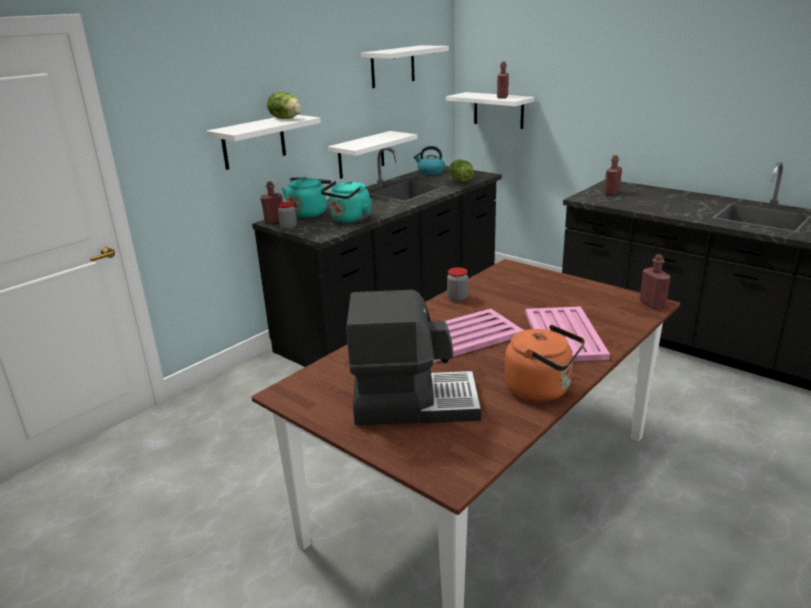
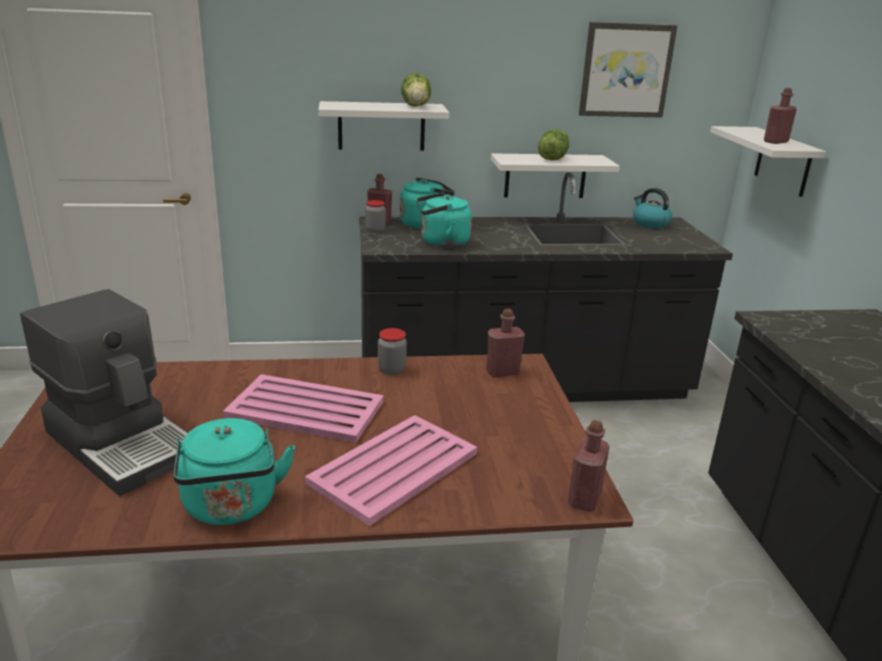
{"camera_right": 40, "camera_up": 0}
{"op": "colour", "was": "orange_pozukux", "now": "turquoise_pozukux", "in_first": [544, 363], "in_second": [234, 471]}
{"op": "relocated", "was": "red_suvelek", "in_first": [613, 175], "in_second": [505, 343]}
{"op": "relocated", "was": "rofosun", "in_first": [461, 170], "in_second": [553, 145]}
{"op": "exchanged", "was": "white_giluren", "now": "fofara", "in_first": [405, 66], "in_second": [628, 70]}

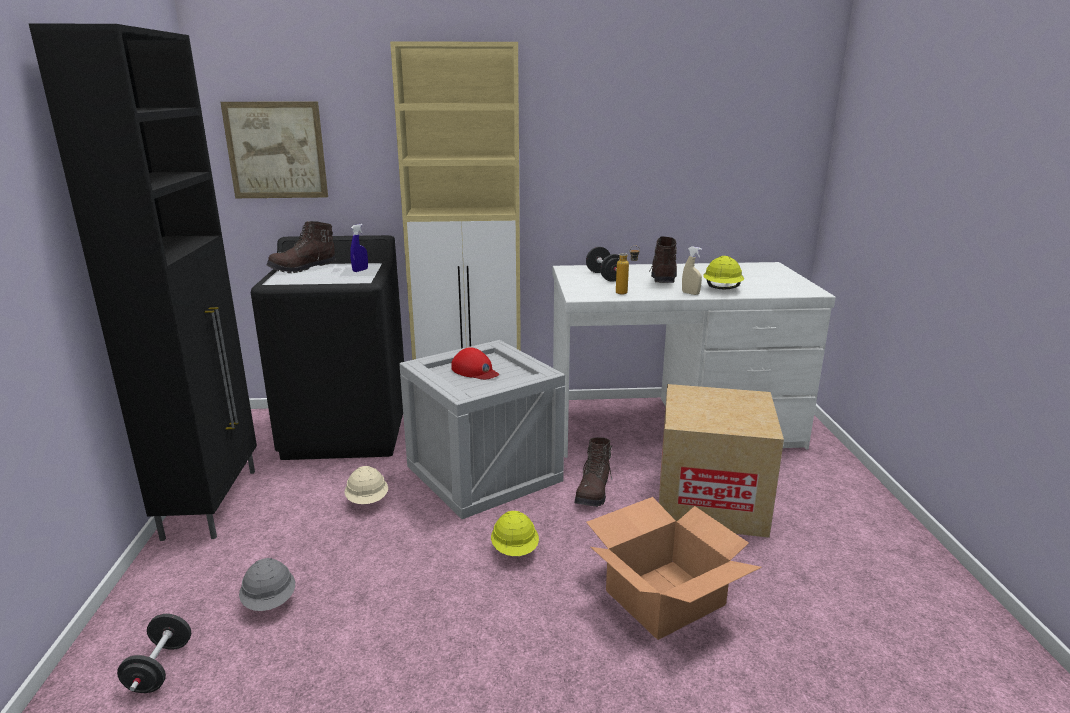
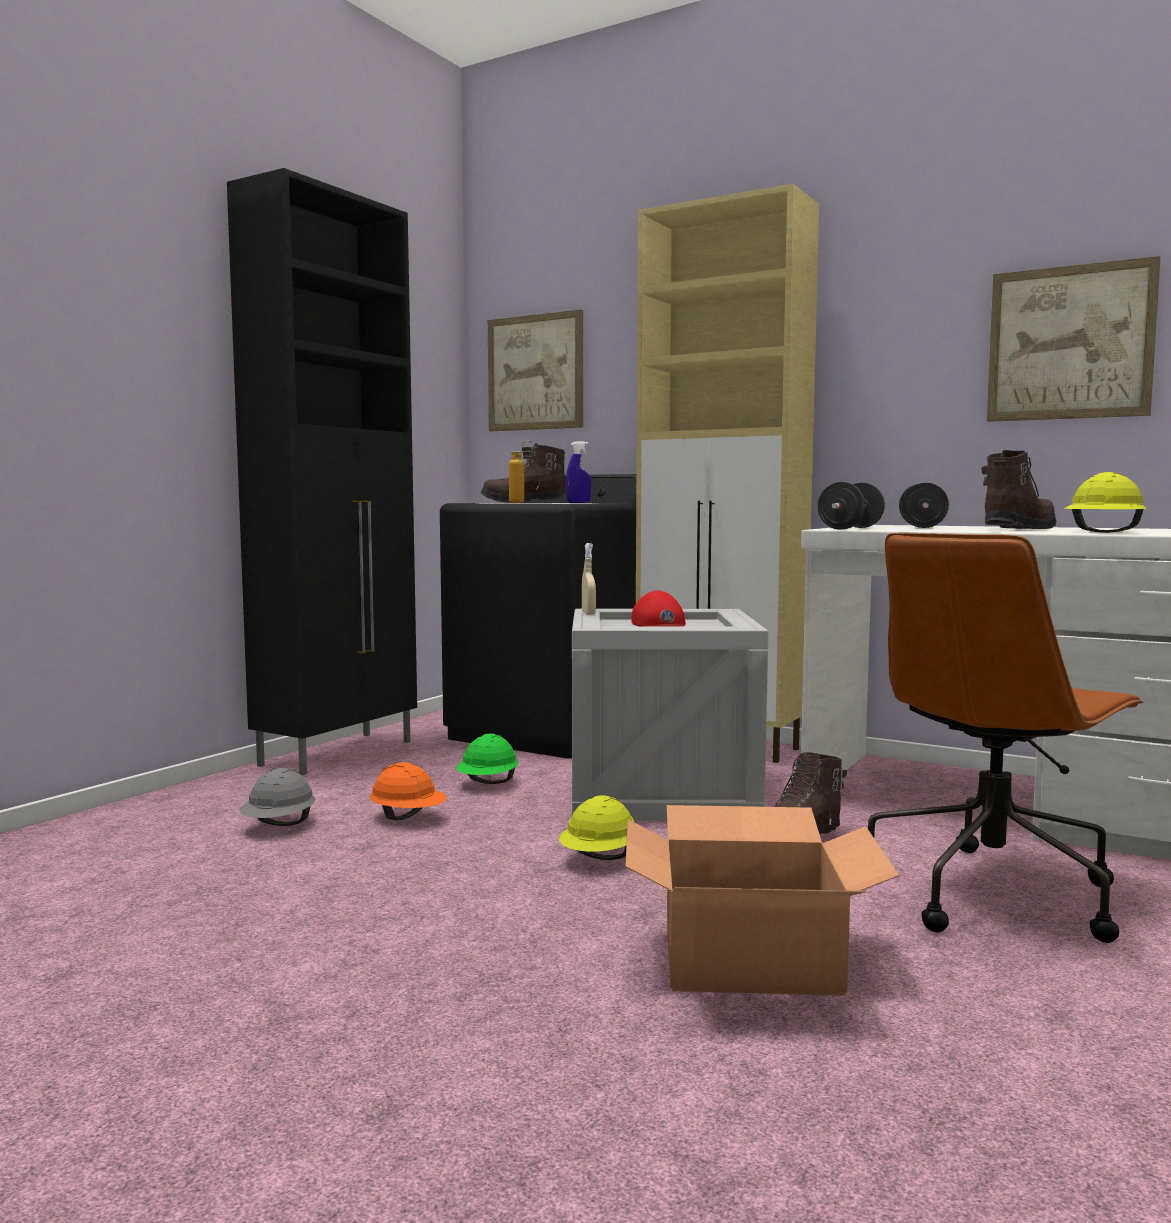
{"camera_right": 35, "camera_up": -15}
{"op": "appeared", "now": "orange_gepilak", "in_second": [408, 791]}
{"op": "colour", "was": "beige_gepilak", "now": "green_gepilak", "in_first": [366, 485], "in_second": [487, 759]}
{"op": "relocated", "was": "suvelek", "in_first": [628, 269], "in_second": [521, 471]}
{"op": "relocated", "was": "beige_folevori", "in_first": [692, 270], "in_second": [589, 579]}
{"op": "relocated", "was": "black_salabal", "in_first": [154, 653], "in_second": [851, 506]}
{"op": "exchanged", "was": "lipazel", "now": "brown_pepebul", "in_first": [721, 461], "in_second": [1005, 738]}
{"op": "appeared", "now": "fofara", "in_second": [1074, 339]}

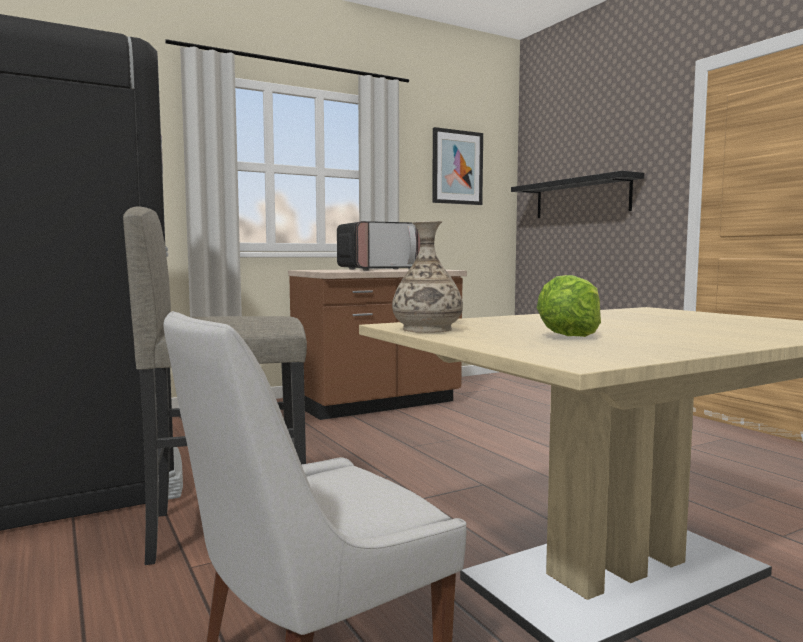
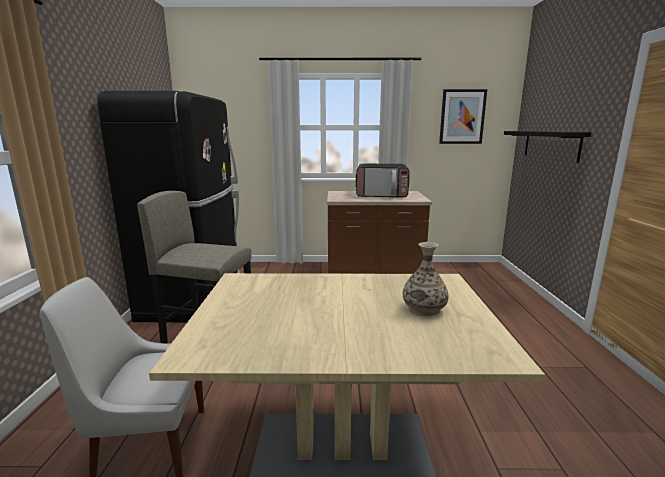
{"camera_right": 30, "camera_up": 10}
{"op": "relocated", "was": "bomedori", "in_first": [427, 277], "in_second": [425, 279]}
{"op": "missing", "was": "rofosun", "in_first": [569, 306]}

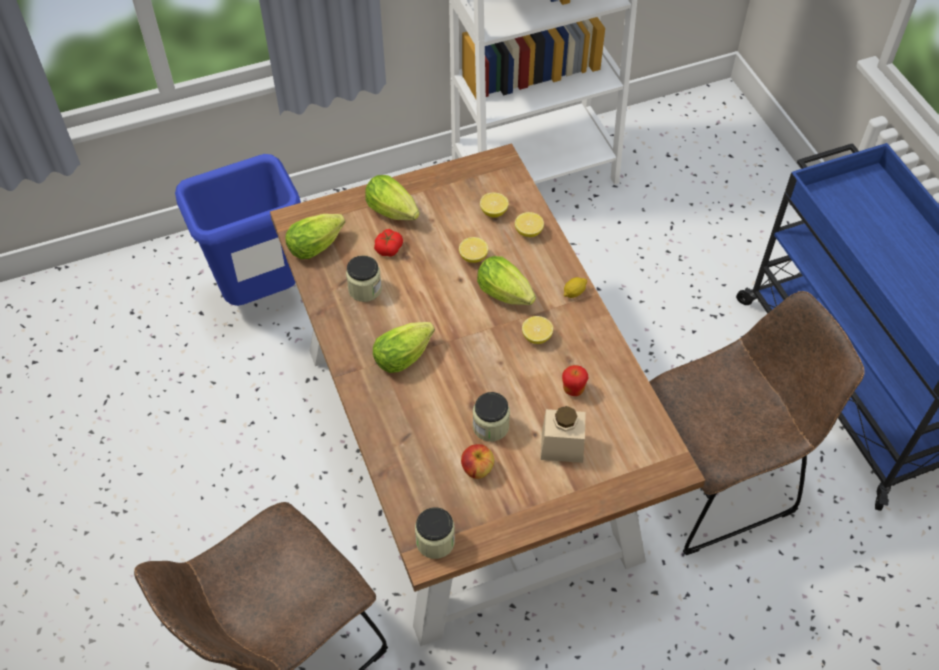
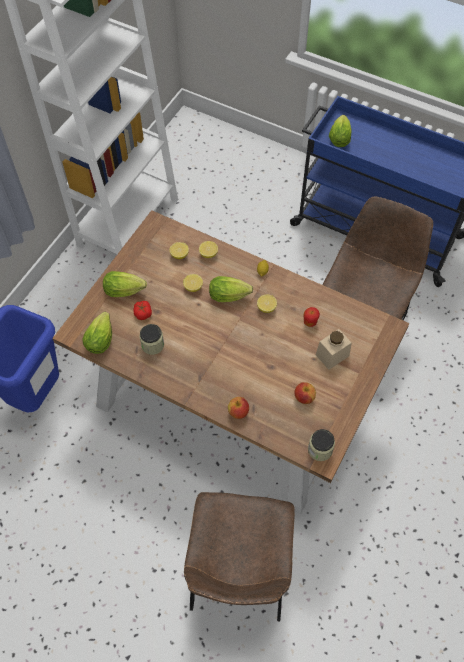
{"camera_right": -40, "camera_up": 5}
{"op": "appeared", "now": "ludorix", "in_second": [238, 408]}
{"op": "relocated", "was": "rofosun", "in_first": [404, 347], "in_second": [340, 131]}
{"op": "missing", "was": "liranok", "in_first": [491, 417]}

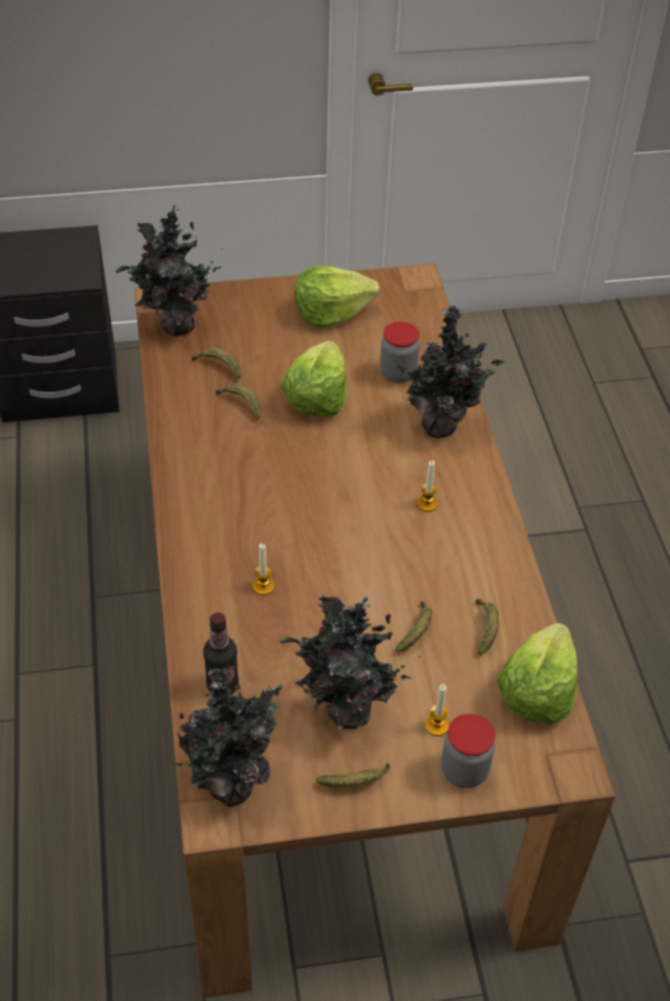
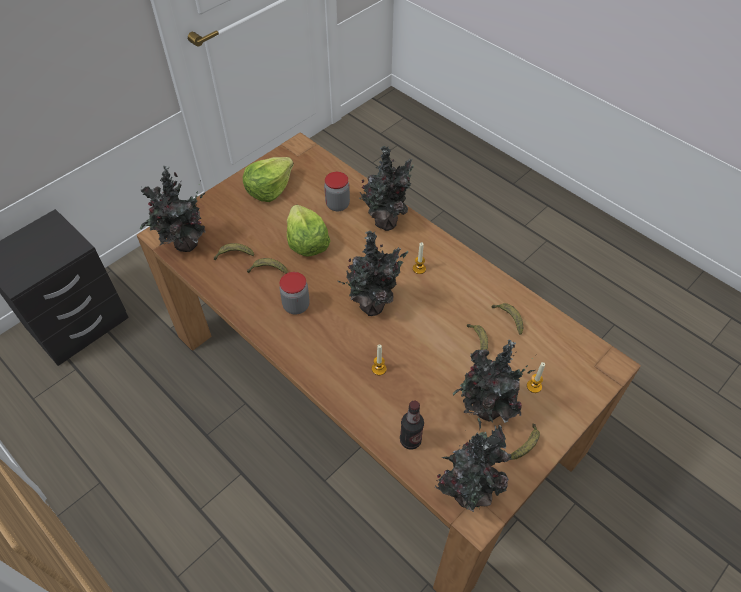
{"camera_right": -35, "camera_up": 5}
{"op": "relocated", "was": "liranok", "in_first": [468, 751], "in_second": [295, 293]}
{"op": "appeared", "now": "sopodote", "in_second": [373, 273]}
{"op": "missing", "was": "rofosun", "in_first": [537, 674]}

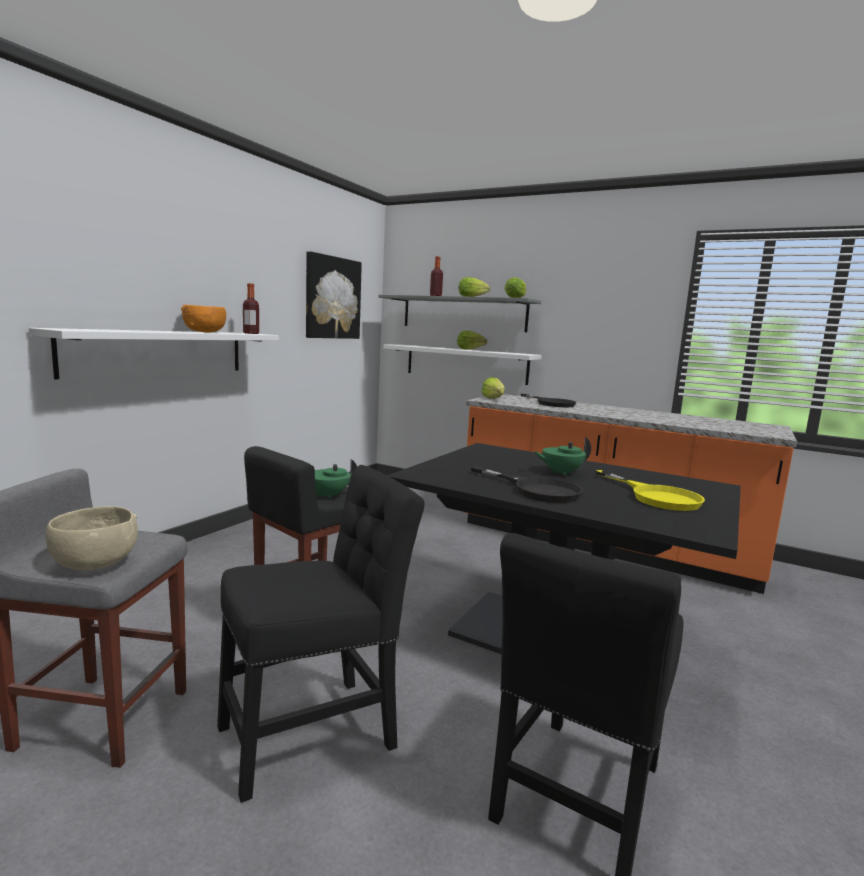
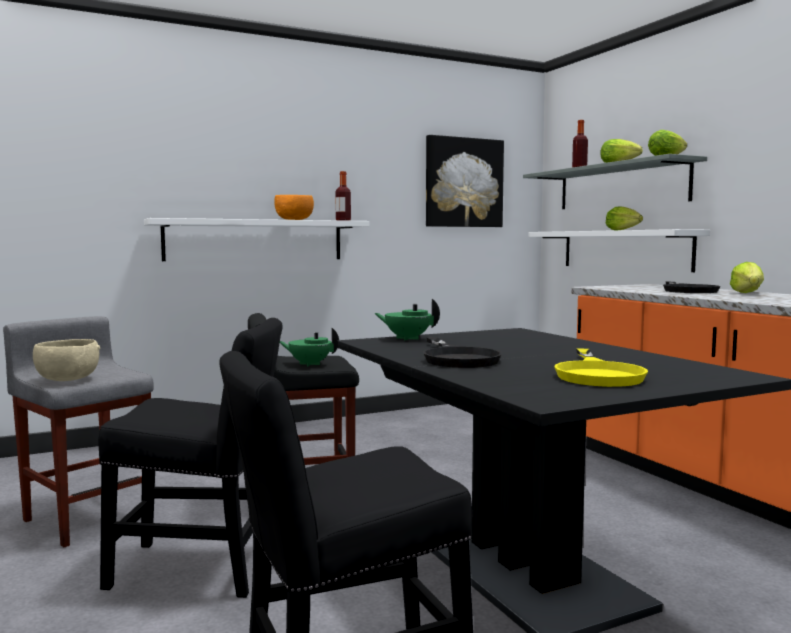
{"camera_right": 35, "camera_up": -5}
{"op": "relocated", "was": "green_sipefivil", "in_first": [562, 456], "in_second": [407, 319]}
{"op": "relocated", "was": "rofosun", "in_first": [493, 388], "in_second": [747, 277]}

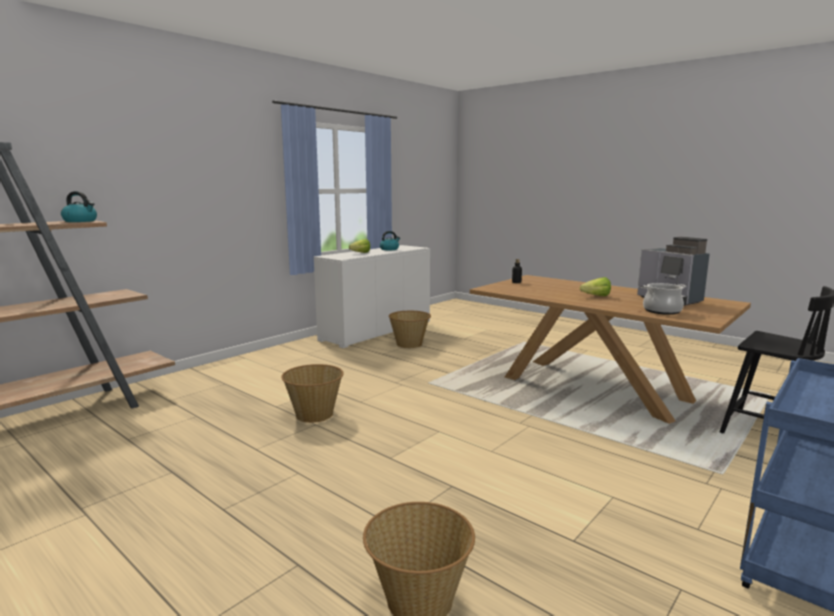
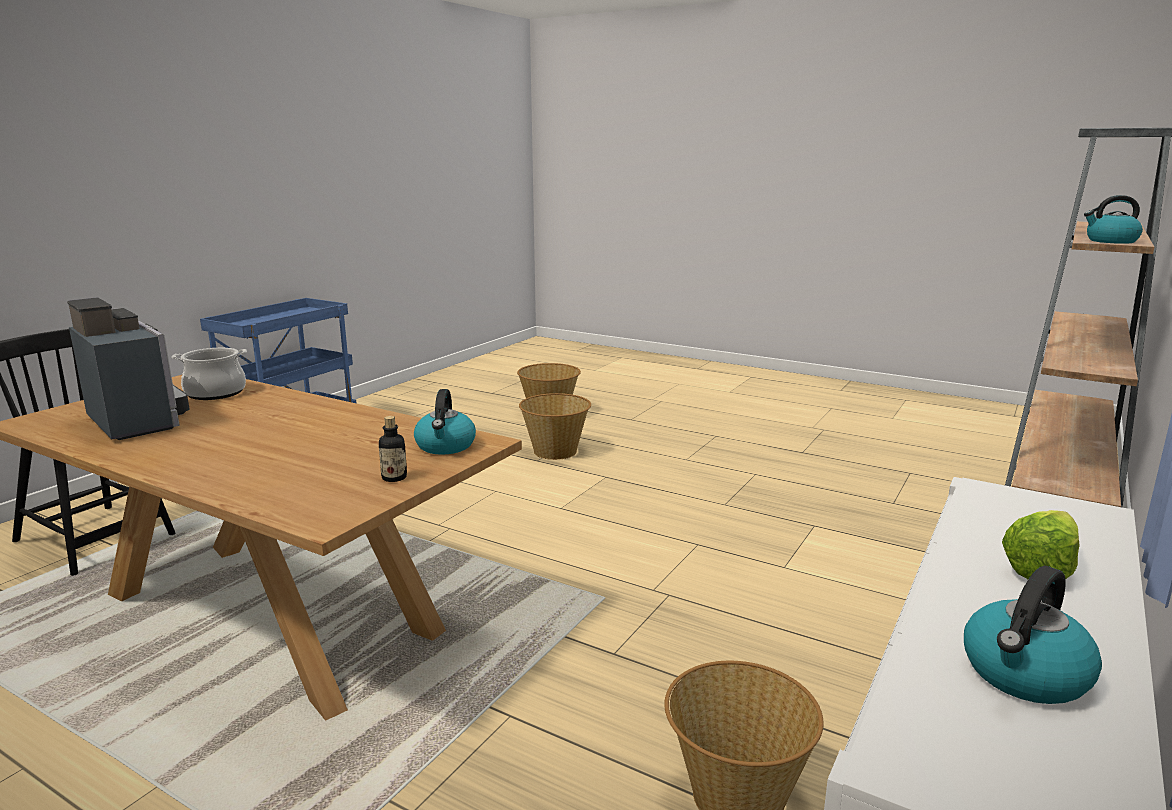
{"camera_right": 170, "camera_up": 5}
{"op": "appeared", "now": "pozukux", "in_second": [445, 422]}
{"op": "relocated", "was": "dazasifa", "in_first": [312, 393], "in_second": [555, 426]}
{"op": "missing", "was": "rofosun", "in_first": [595, 286]}

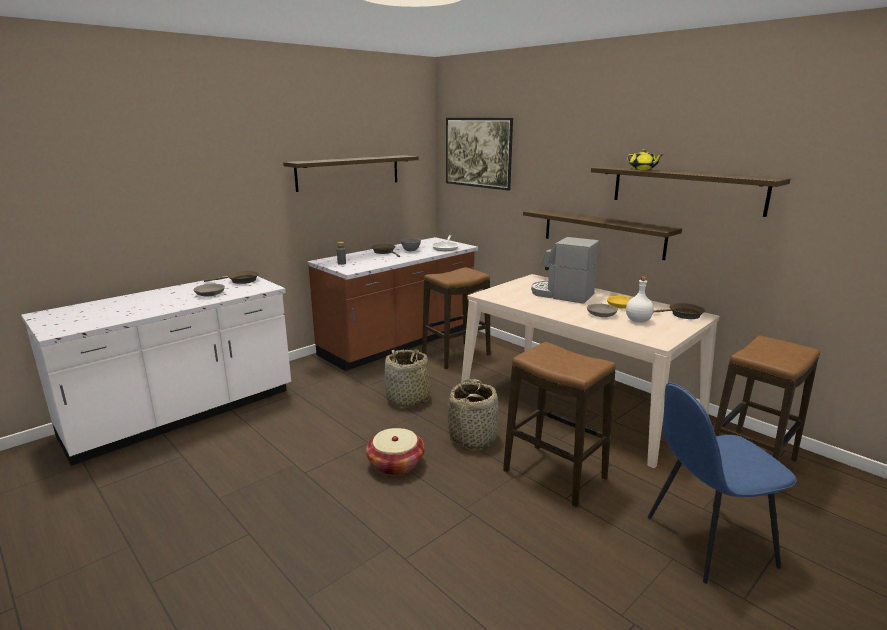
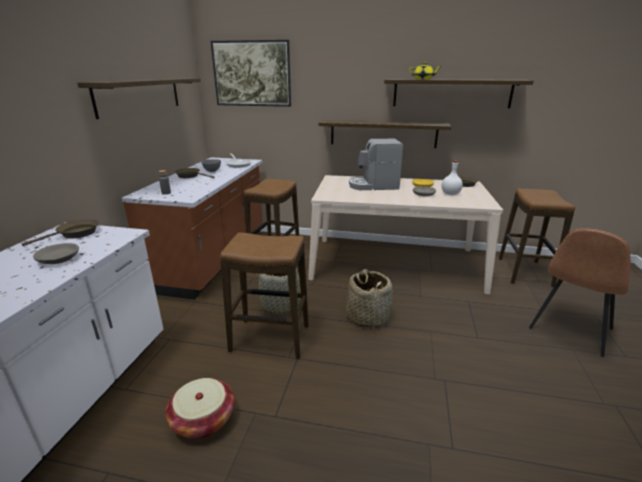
{"camera_right": -35, "camera_up": 5}
{"op": "relocated", "was": "dazasifa", "in_first": [395, 451], "in_second": [200, 408]}
{"op": "relocated", "was": "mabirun", "in_first": [559, 424], "in_second": [264, 295]}
{"op": "colour", "was": "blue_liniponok", "now": "brown_liniponok", "in_first": [722, 483], "in_second": [580, 292]}

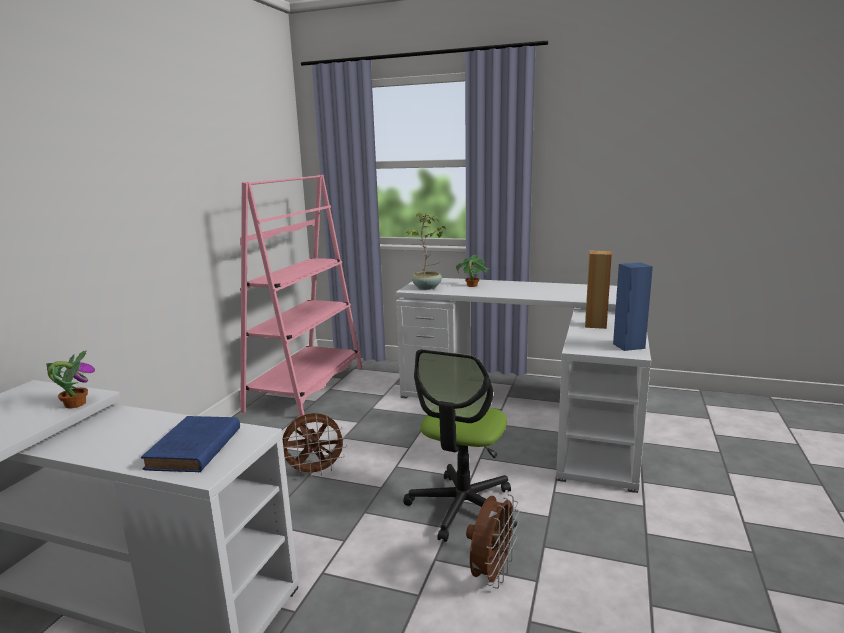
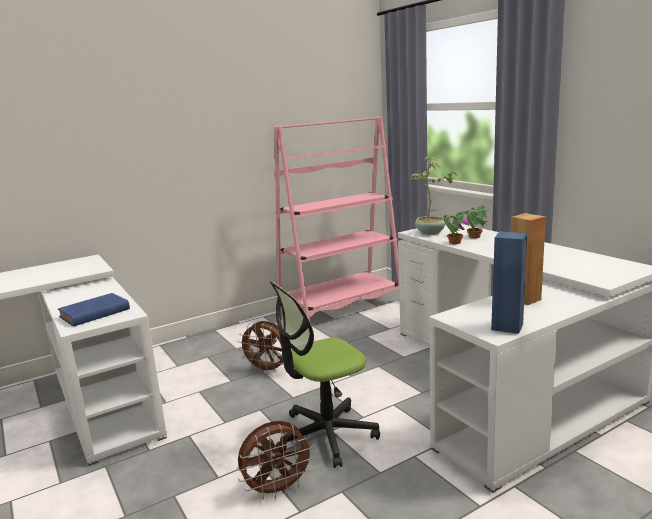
{"camera_right": 40, "camera_up": 0}
{"op": "relocated", "was": "sopodote", "in_first": [70, 379], "in_second": [456, 227]}

